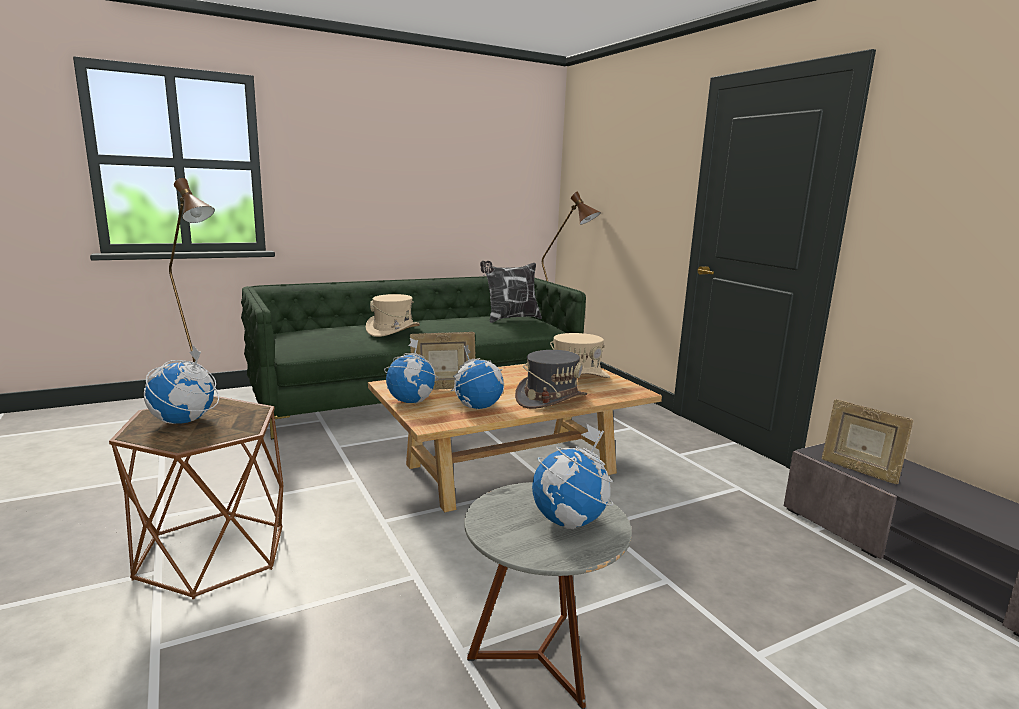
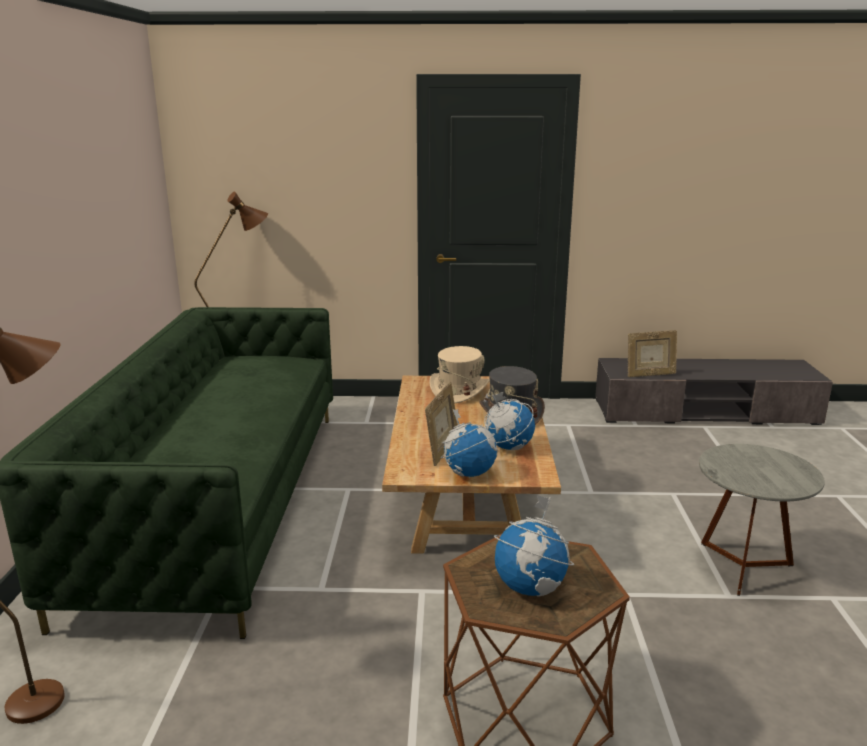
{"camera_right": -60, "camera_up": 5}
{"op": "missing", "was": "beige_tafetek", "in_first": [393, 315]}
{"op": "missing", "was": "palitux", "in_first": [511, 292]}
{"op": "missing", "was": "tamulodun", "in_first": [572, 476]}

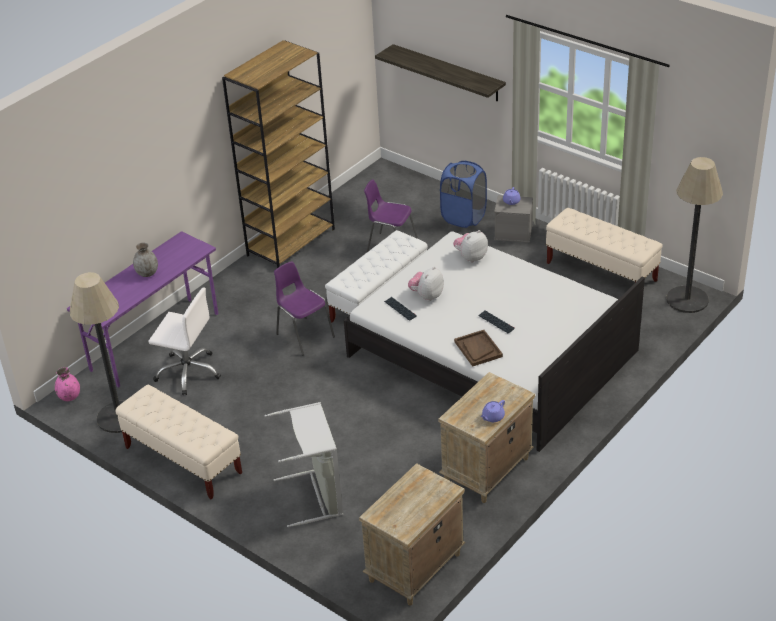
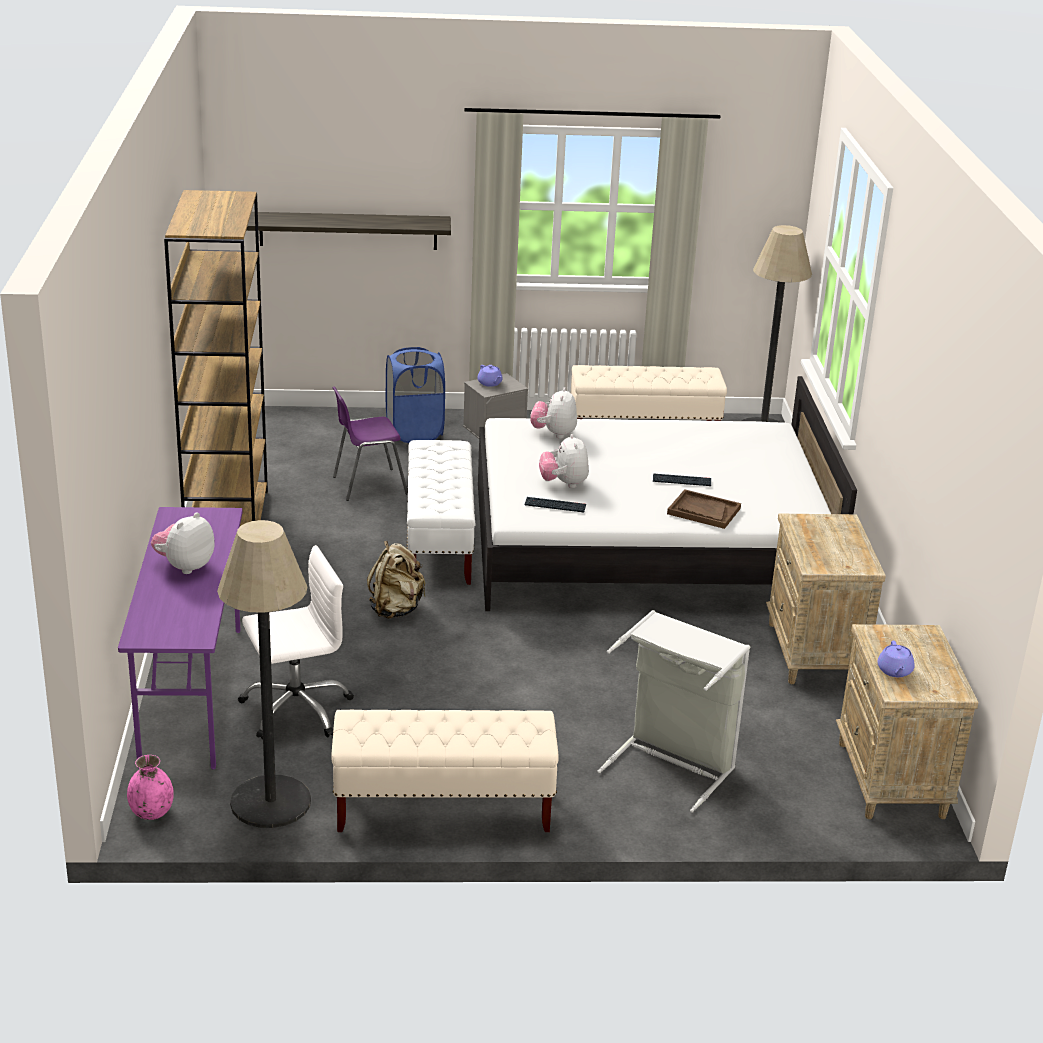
{"camera_right": -45, "camera_up": -10}
{"op": "exchanged", "was": "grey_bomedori", "now": "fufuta", "in_first": [145, 259], "in_second": [182, 543]}
{"op": "exchanged", "was": "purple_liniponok", "now": "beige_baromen", "in_first": [304, 308], "in_second": [396, 580]}
{"op": "relocated", "was": "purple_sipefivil", "in_first": [493, 411], "in_second": [896, 659]}

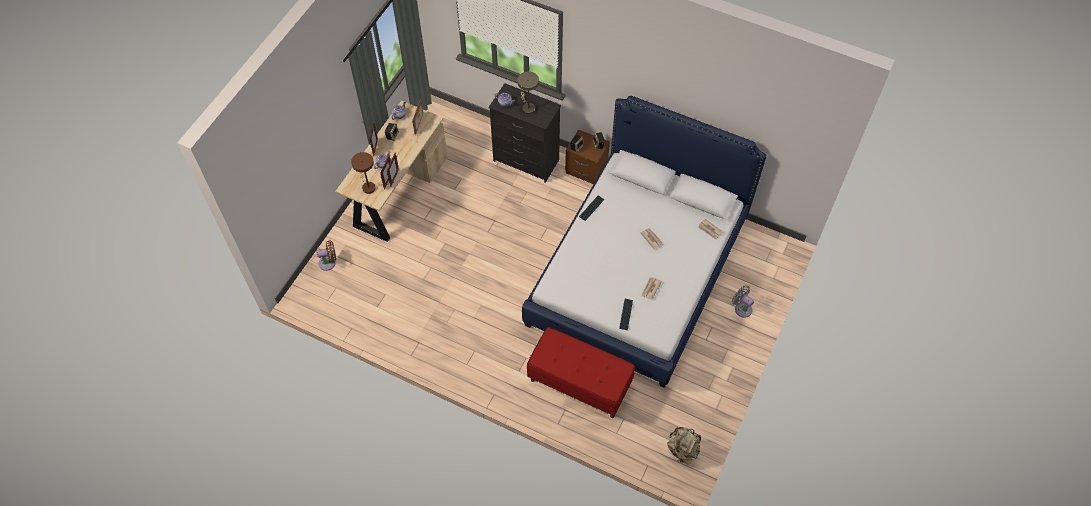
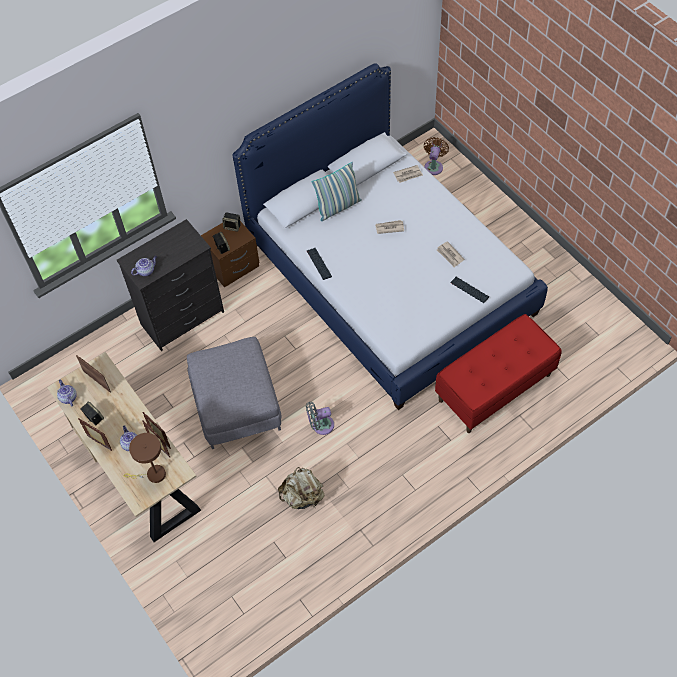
{"camera_right": -60, "camera_up": 0}
{"op": "appeared", "now": "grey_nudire", "in_second": [234, 393]}
{"op": "relocated", "was": "beige_baromen", "in_first": [684, 445], "in_second": [301, 488]}
{"op": "relocated", "was": "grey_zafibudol", "in_first": [743, 301], "in_second": [320, 418]}
{"op": "appeared", "now": "palitux", "in_second": [336, 191]}
{"op": "relocated", "was": "brown_zafibudol", "in_first": [326, 255], "in_second": [436, 156]}
{"op": "missing", "was": "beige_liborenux", "in_first": [528, 93]}

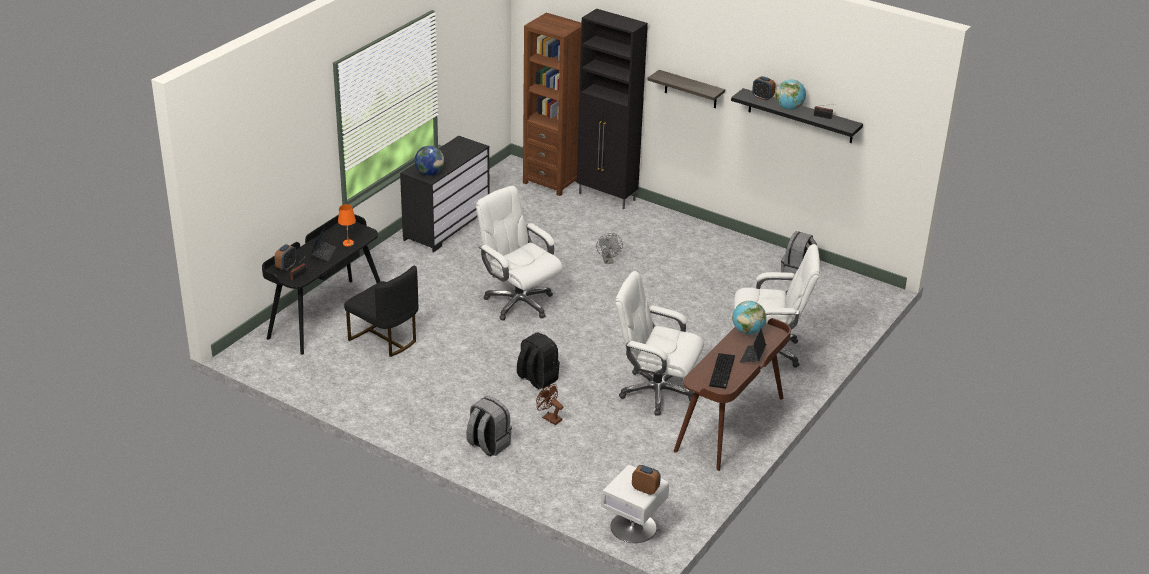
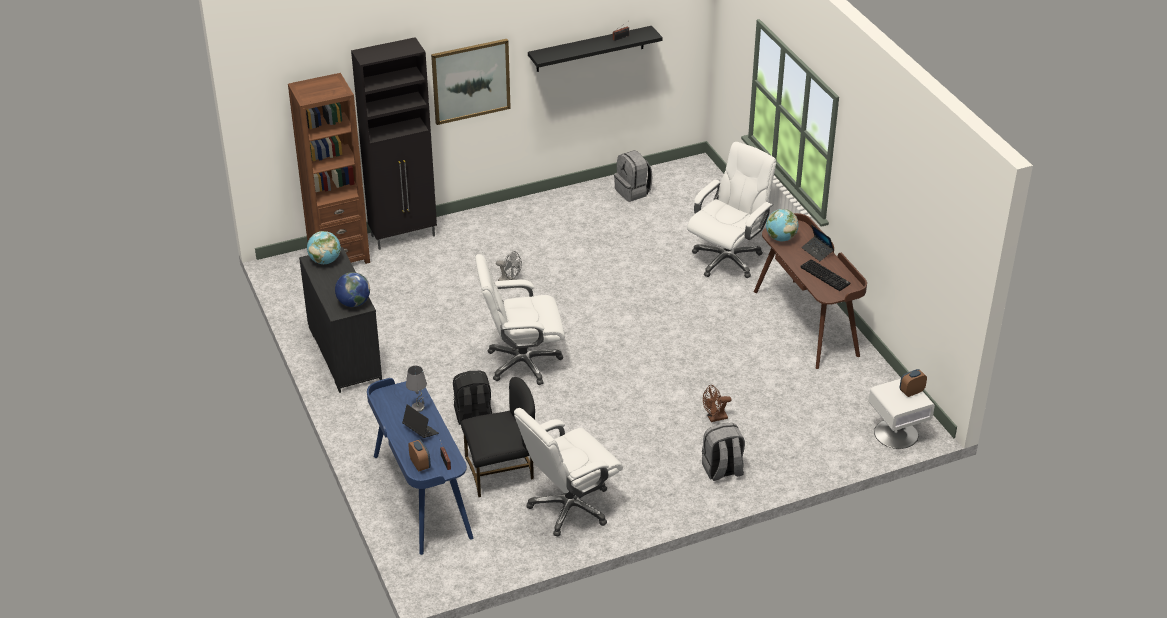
{"camera_right": -55, "camera_up": 5}
{"op": "relocated", "was": "tamulodun", "in_first": [791, 94], "in_second": [324, 247]}
{"op": "colour", "was": "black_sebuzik", "now": "blue_sebuzik", "in_first": [321, 284], "in_second": [420, 466]}
{"op": "colour", "was": "orange_liborenux", "now": "grey_liborenux", "in_first": [347, 225], "in_second": [416, 389]}
{"op": "exchanged", "was": "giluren", "now": "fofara", "in_first": [686, 89], "in_second": [471, 82]}
{"op": "relocated", "was": "black_baromen", "in_first": [538, 360], "in_second": [472, 398]}
{"op": "relocated", "was": "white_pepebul", "in_first": [659, 343], "in_second": [568, 472]}
{"op": "missing", "was": "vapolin", "in_first": [764, 88]}

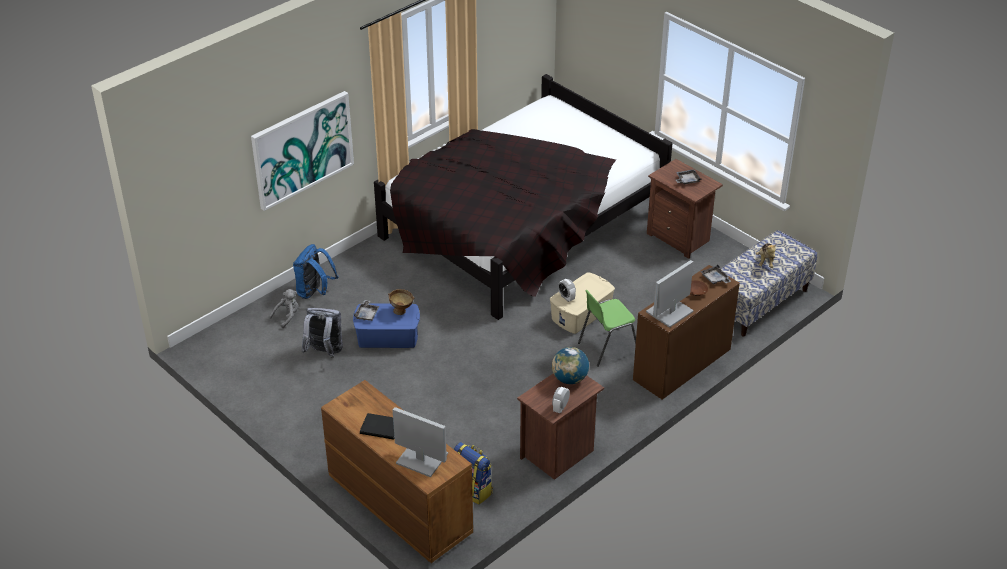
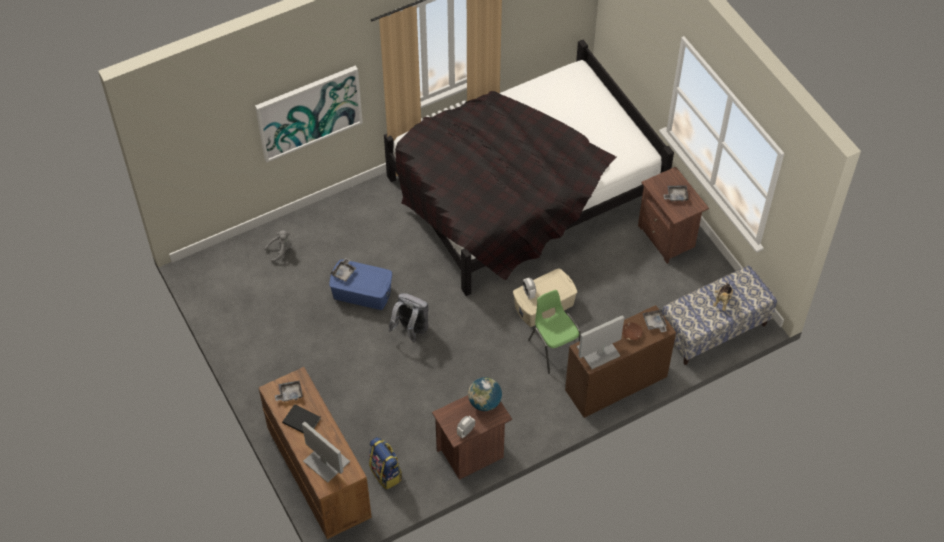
{"camera_right": 15, "camera_up": 15}
{"op": "appeared", "now": "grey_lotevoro", "in_second": [289, 391]}
{"op": "relocated", "was": "grey_baromen", "in_first": [322, 333], "in_second": [408, 318]}
{"op": "spun", "was": "green_liniponok", "in_first": [607, 328], "in_second": [554, 332], "clockwise": 75}
{"op": "missing", "was": "blue_baromen", "in_first": [315, 271]}
{"op": "missing", "was": "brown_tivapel", "in_first": [401, 302]}

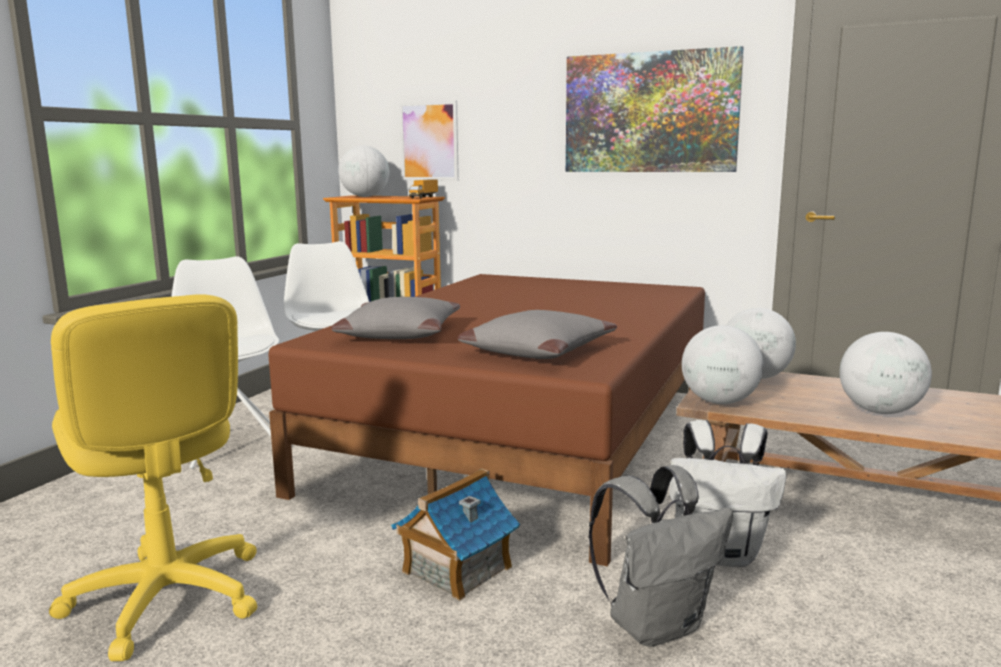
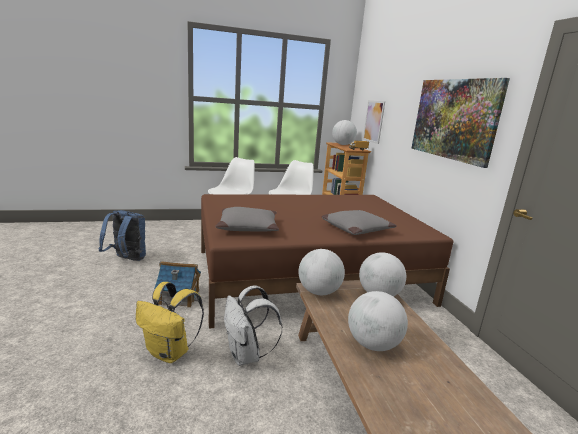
{"camera_right": 50, "camera_up": 5}
{"op": "exchanged", "was": "yellow_pepebul", "now": "blue_baromen", "in_first": [153, 477], "in_second": [122, 235]}
{"op": "colour", "was": "grey_baromen", "now": "yellow_baromen", "in_first": [661, 556], "in_second": [170, 322]}
{"op": "relocated", "was": "grey_palitux", "in_first": [395, 318], "in_second": [359, 222]}

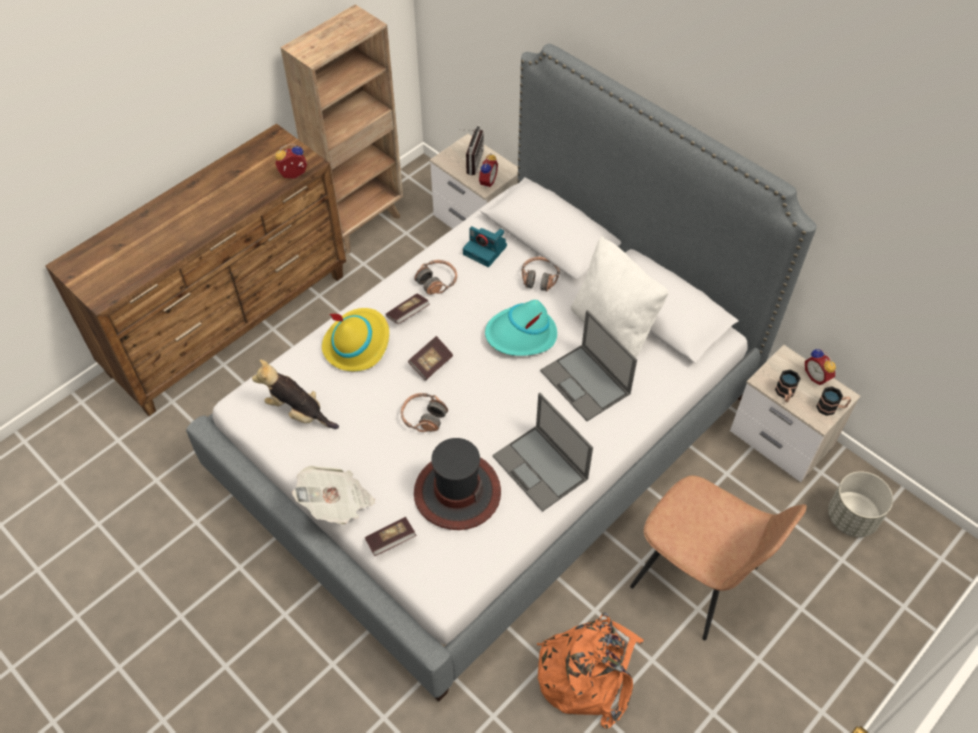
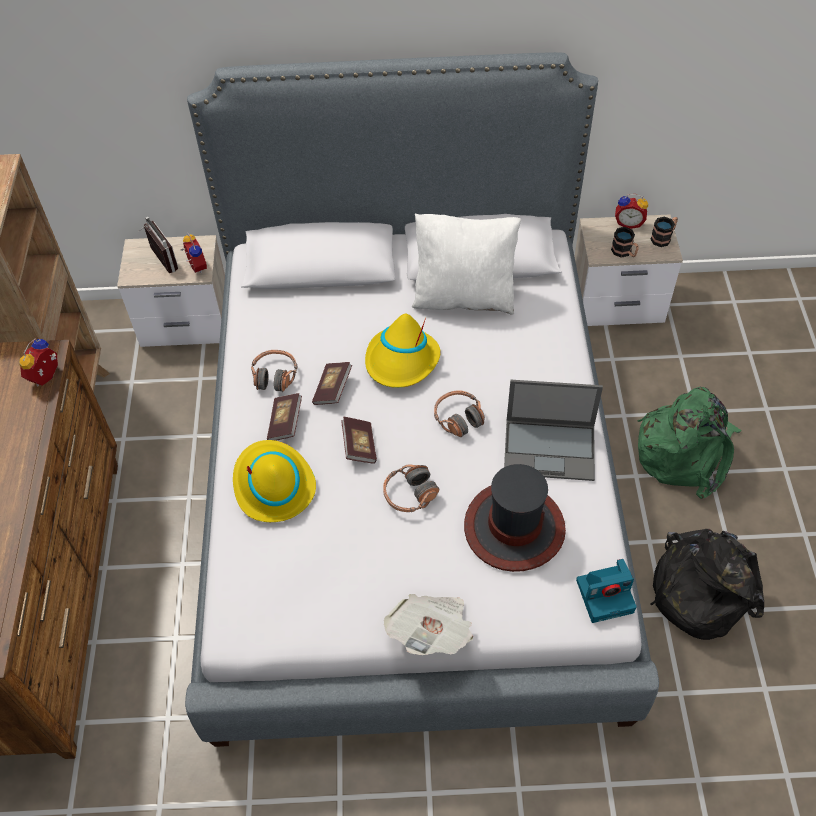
{"camera_right": -45, "camera_up": 0}
{"op": "relocated", "was": "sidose", "in_first": [391, 536], "in_second": [332, 383]}
{"op": "colour", "was": "turquoise_tafetek", "now": "yellow_tafetek", "in_first": [521, 328], "in_second": [403, 351]}
{"op": "relocated", "was": "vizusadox", "in_first": [540, 274], "in_second": [459, 413]}
{"op": "relocated", "was": "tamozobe", "in_first": [485, 246], "in_second": [606, 591]}
{"op": "exchanged", "was": "brown_liniponok", "now": "green_baromen", "in_first": [718, 558], "in_second": [690, 443]}
{"op": "colour", "was": "orange_baromen", "now": "black_baromen", "in_first": [590, 670], "in_second": [707, 584]}
{"op": "missing", "was": "fufuta", "in_first": [295, 394]}
{"op": "missing", "was": "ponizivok", "in_first": [588, 365]}
{"op": "missing", "was": "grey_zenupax", "in_first": [860, 504]}

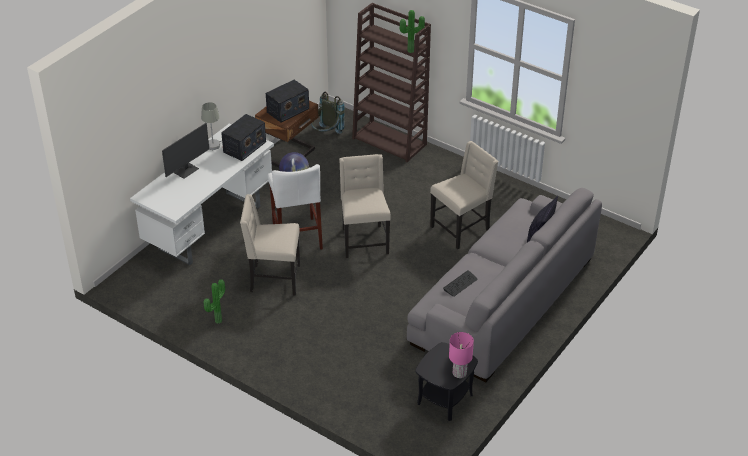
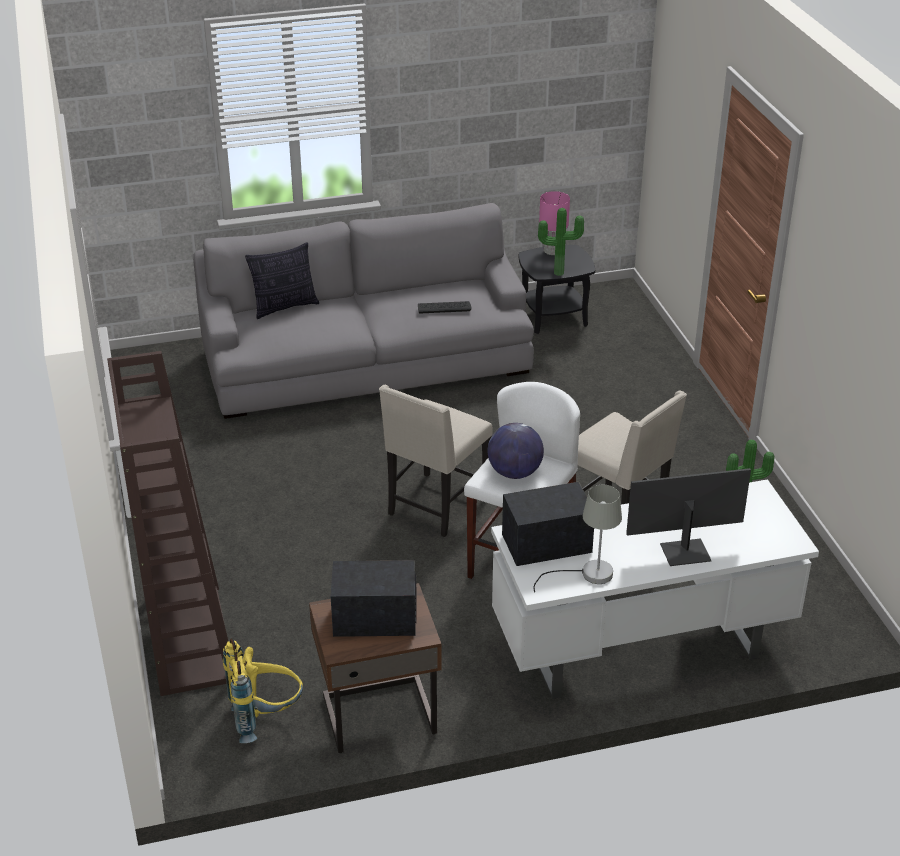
{"camera_right": -140, "camera_up": -5}
{"op": "colour", "was": "grey_baromen", "now": "yellow_baromen", "in_first": [328, 113], "in_second": [263, 690]}
{"op": "relocated", "was": "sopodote", "in_first": [412, 31], "in_second": [561, 242]}
{"op": "missing", "was": "beige_liniponok", "in_first": [464, 195]}

